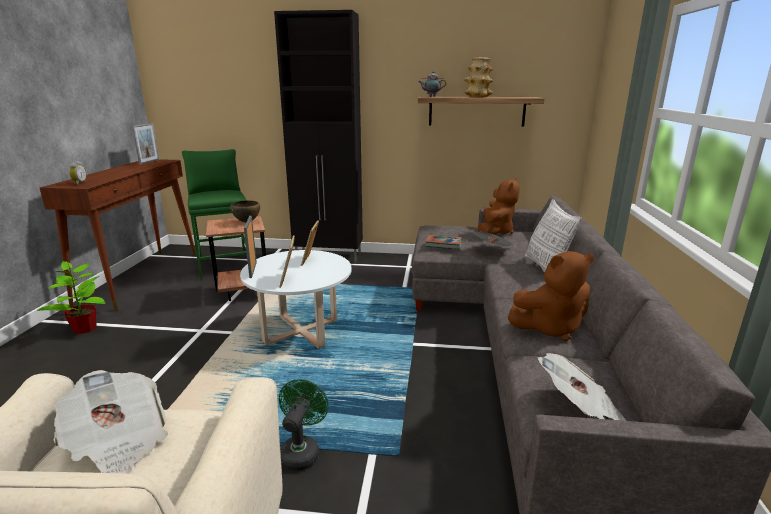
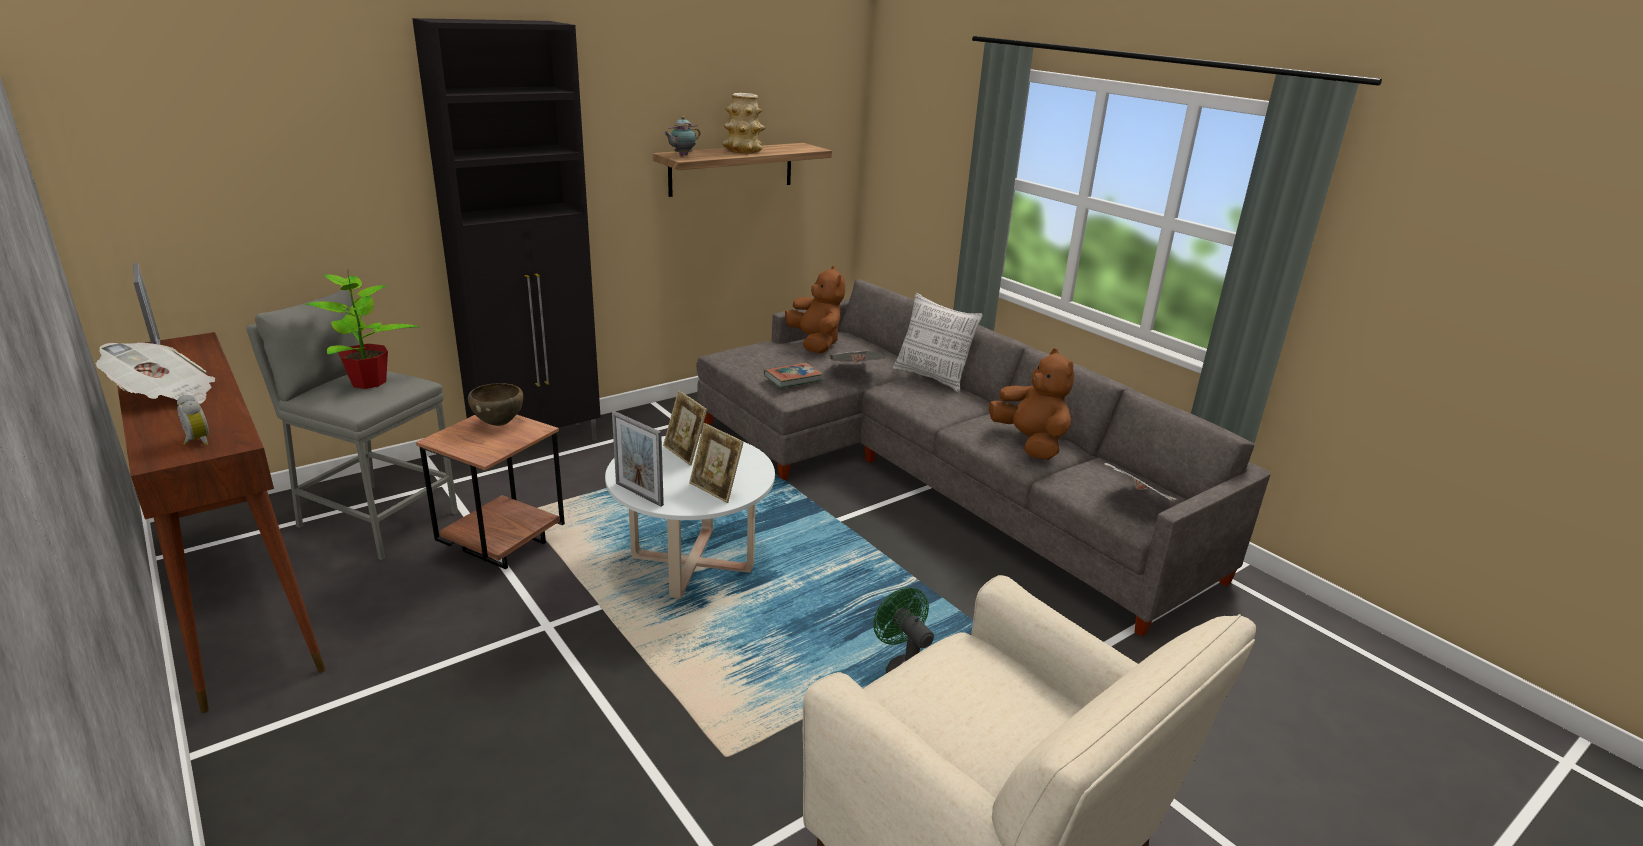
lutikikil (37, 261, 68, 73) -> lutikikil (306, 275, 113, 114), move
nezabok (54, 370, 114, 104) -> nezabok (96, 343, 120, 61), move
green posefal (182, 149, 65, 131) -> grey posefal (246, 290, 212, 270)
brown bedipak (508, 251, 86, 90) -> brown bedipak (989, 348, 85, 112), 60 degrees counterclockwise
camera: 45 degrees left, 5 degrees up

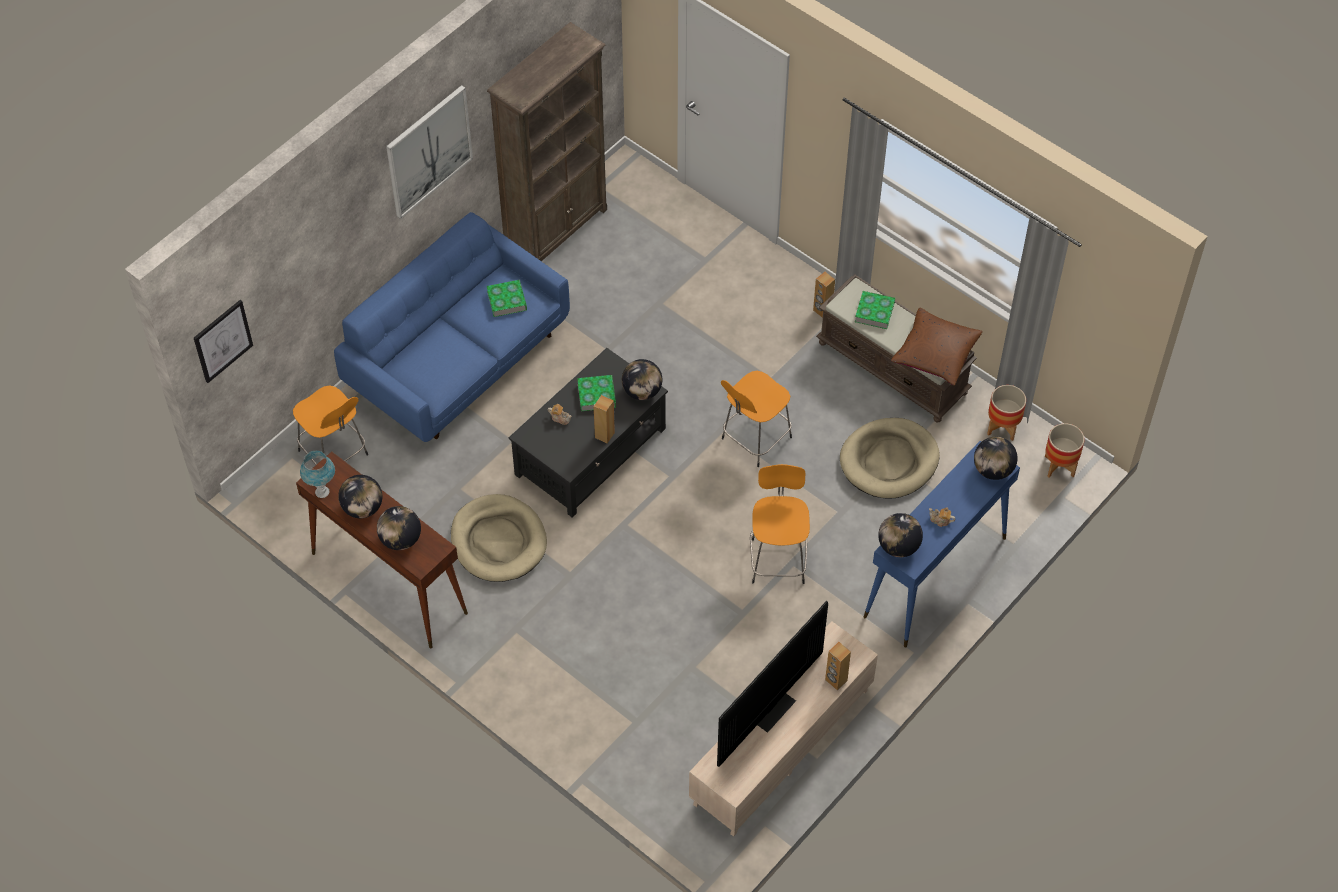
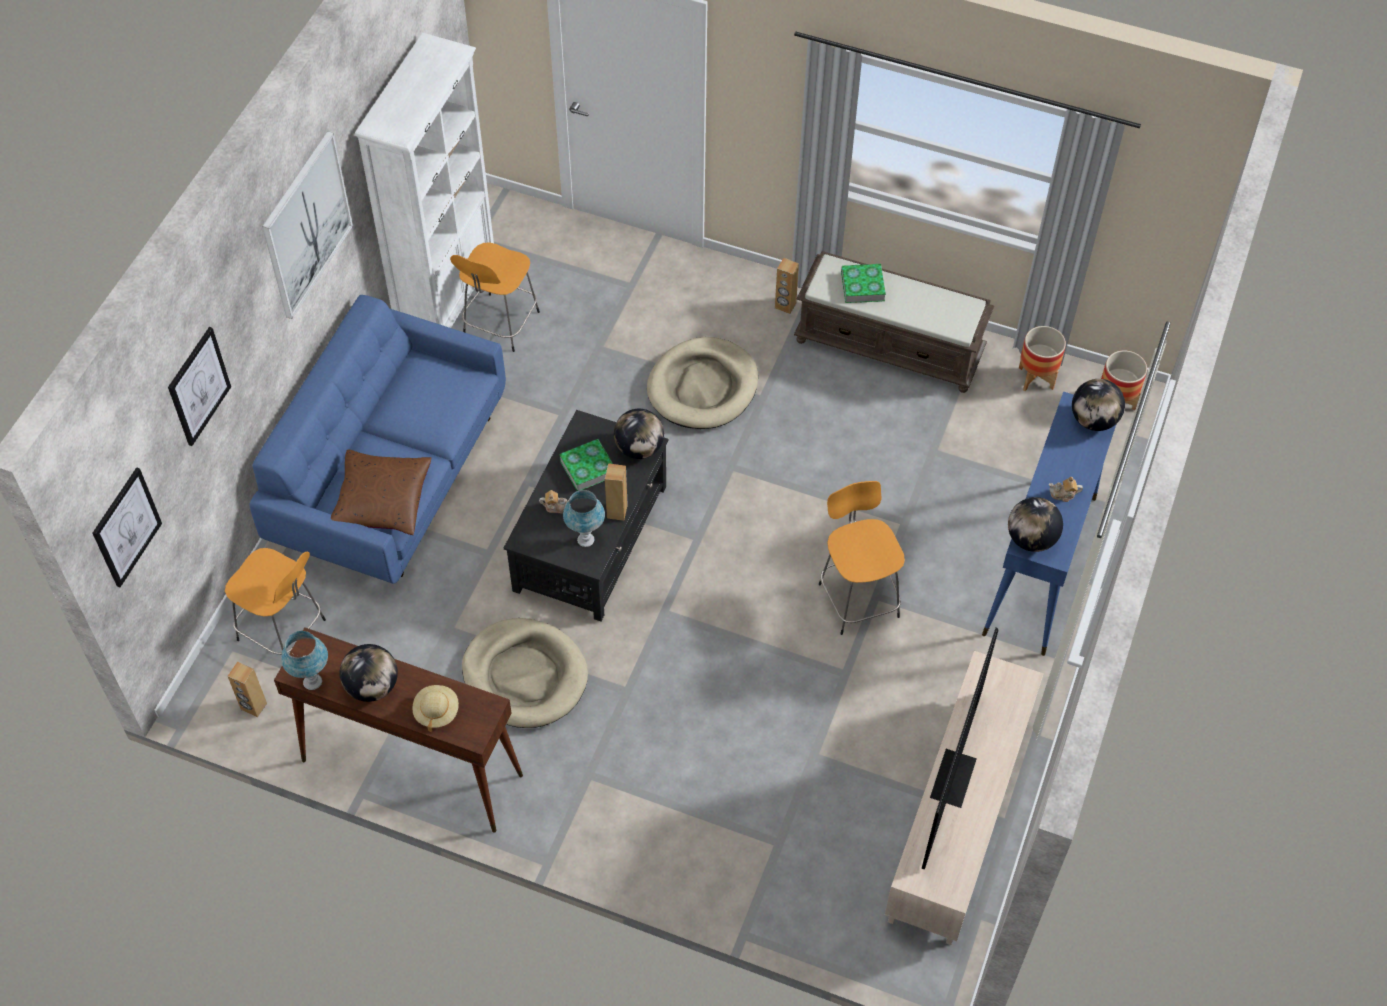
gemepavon (487, 280, 40, 37) -> none
none -> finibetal (168, 327, 63, 119)
none -> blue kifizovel (563, 490, 42, 57)
orange posefal (721, 371, 71, 96) -> orange posefal (450, 242, 90, 110), move
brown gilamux (825, 642, 26, 48) -> brown gilamux (228, 662, 39, 55), move
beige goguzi (840, 418, 100, 81) -> beige goguzi (647, 337, 111, 92), move
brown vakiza (891, 308, 92, 78) -> brown vakiza (331, 449, 100, 86), move
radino (377, 506, 44, 44) -> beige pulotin (412, 685, 47, 47)
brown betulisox (487, 22, 120, 239) -> white betulisox (355, 33, 139, 295)
camera: 20 degrees left, 0 degrees up

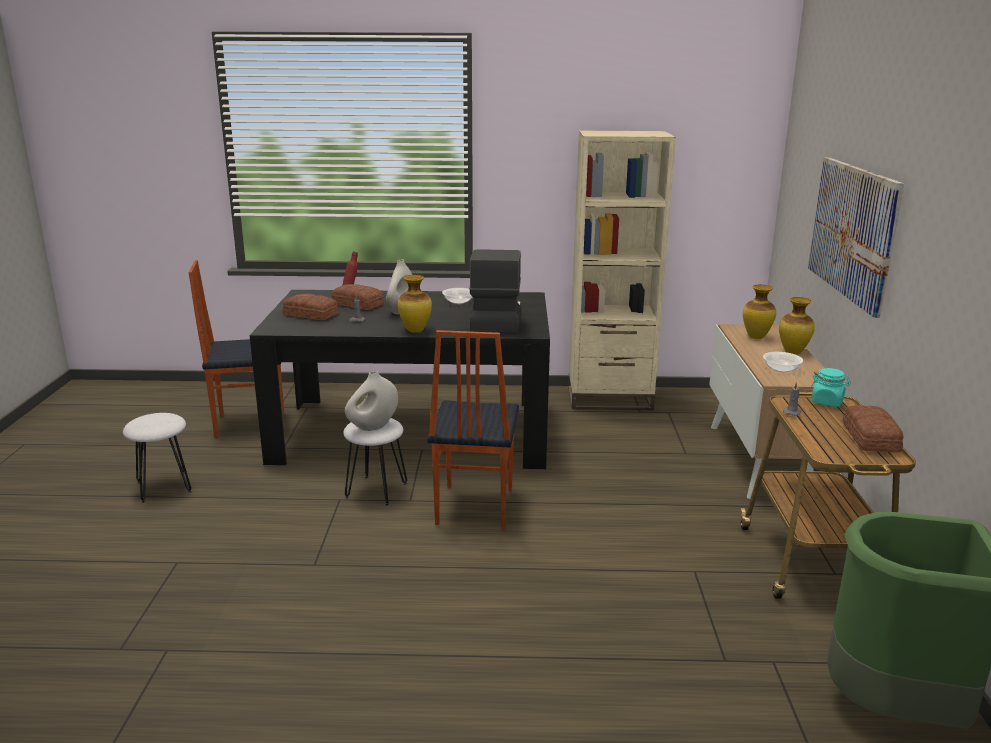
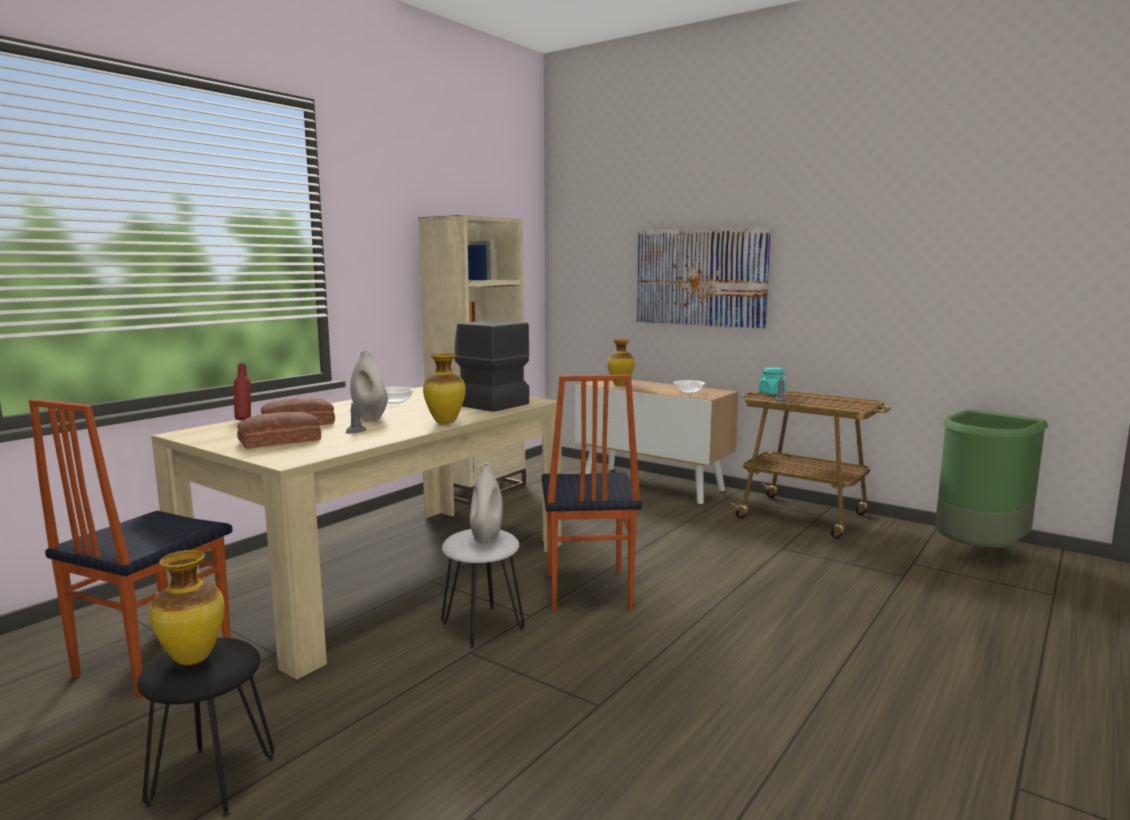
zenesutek (842, 405, 61, 47) -> none
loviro (779, 297, 36, 57) -> loviro (150, 550, 75, 115), move
white posefal (123, 413, 69, 90) -> black posefal (137, 638, 138, 179)
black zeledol (249, 290, 301, 179) -> beige zeledol (151, 387, 410, 293)
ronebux (427, 330, 92, 199) -> ronebux (542, 375, 100, 237), 45 degrees clockwise
camera: 55 degrees left, 10 degrees down

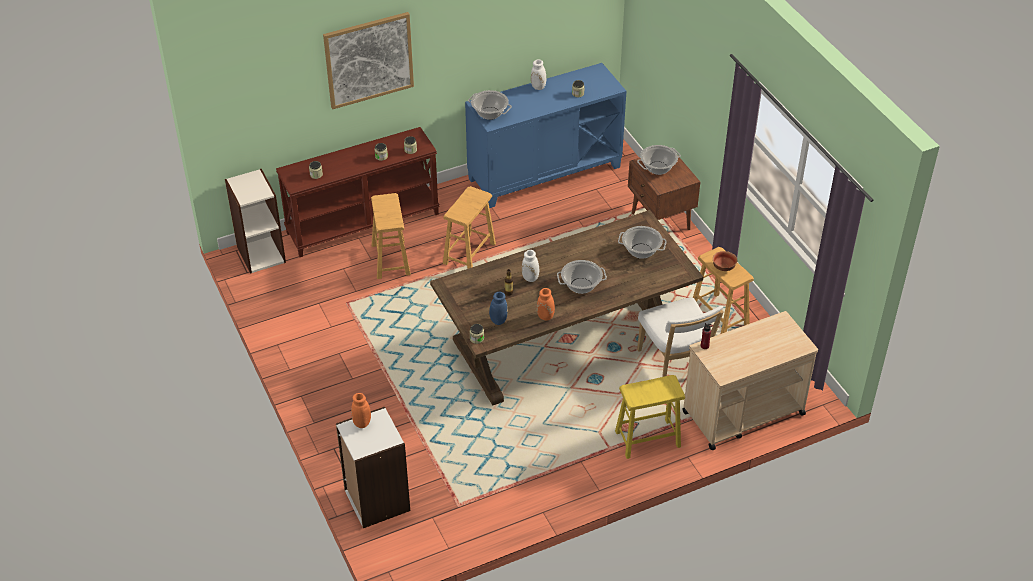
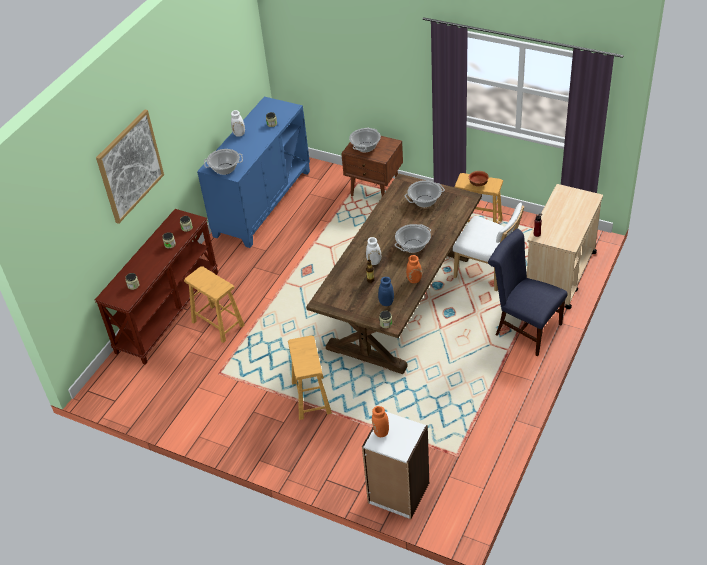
betulisox (225, 169, 61, 105) -> none
brown posefal (443, 186, 53, 83) -> brown posefal (288, 335, 44, 85), move
yellow posefal (615, 375, 70, 84) -> blue ronebux (488, 228, 80, 128)
camera: 35 degrees left, 0 degrees up

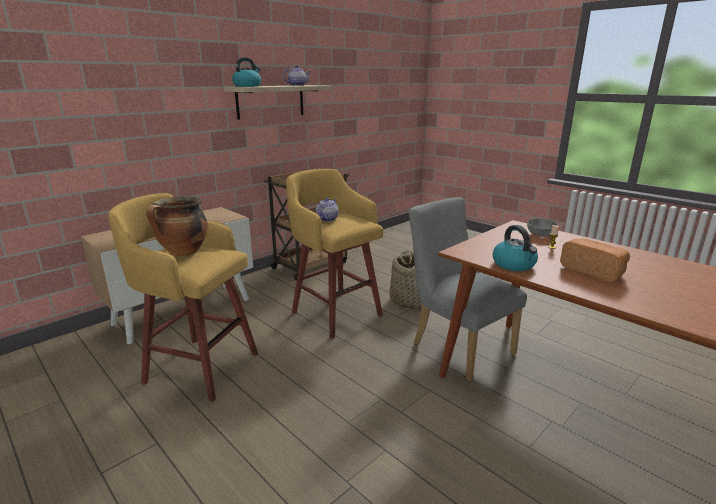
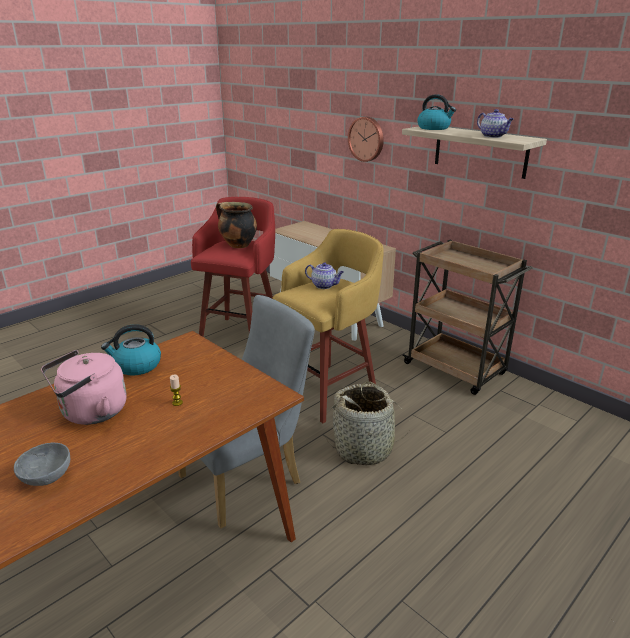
none -> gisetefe (348, 117, 36, 45)
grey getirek (527, 218, 31, 19) -> grey getirek (14, 443, 56, 43), move
zenesutek (560, 238, 70, 44) -> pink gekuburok (41, 350, 86, 75)
yellow posefal (109, 193, 149, 209) -> red posefal (191, 197, 84, 140)
camera: 90 degrees right, 5 degrees up

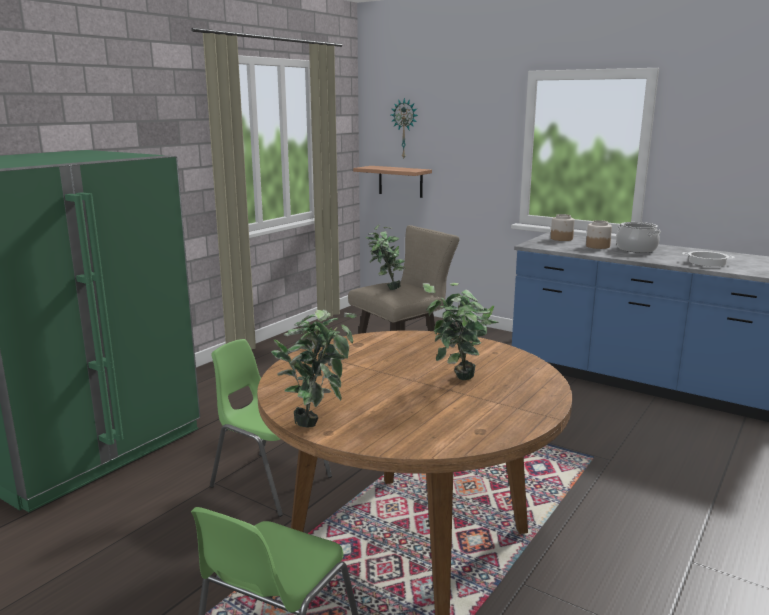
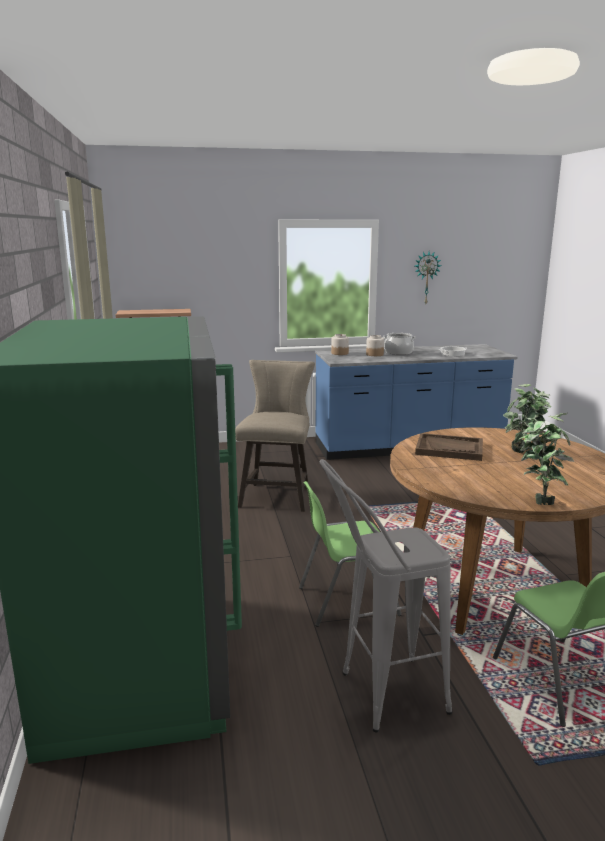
lutikikil (365, 224, 41, 66) -> none
none -> grey posefal (319, 459, 133, 273)
none -> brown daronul (415, 433, 68, 28)
gisetefe (391, 98, 27, 62) -> gisetefe (415, 252, 26, 52), move
camera: 45 degrees left, 0 degrees up

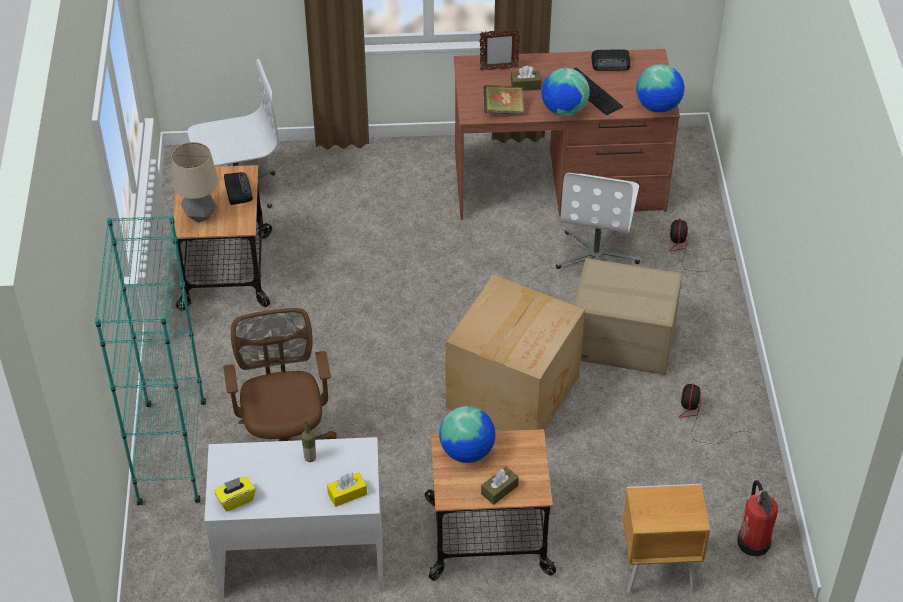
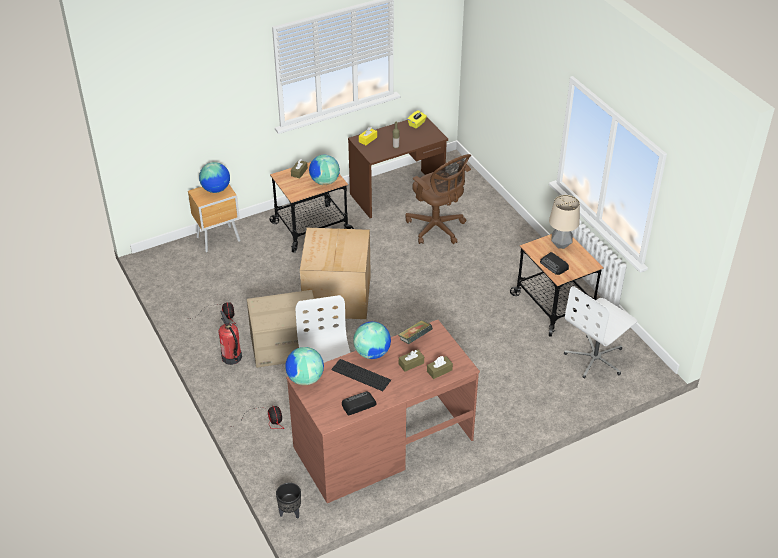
turquoise betulisox (95, 215, 111, 290) -> none
none -> radino (199, 162, 31, 31)
none -> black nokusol (276, 483, 25, 36)
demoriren (737, 480, 41, 77) -> demoriren (218, 310, 24, 55), move
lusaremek (480, 28, 40, 43) -> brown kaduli (427, 356, 26, 23)
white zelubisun (204, 437, 180, 161) -> brown zelubisun (348, 117, 100, 101)
camera: 155 degrees right, 5 degrees down

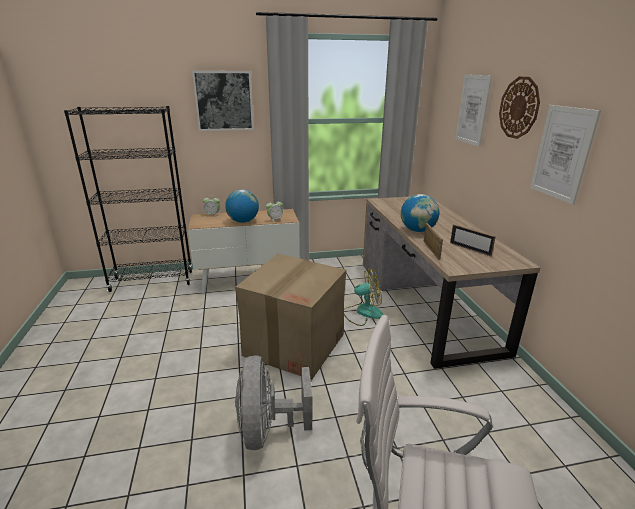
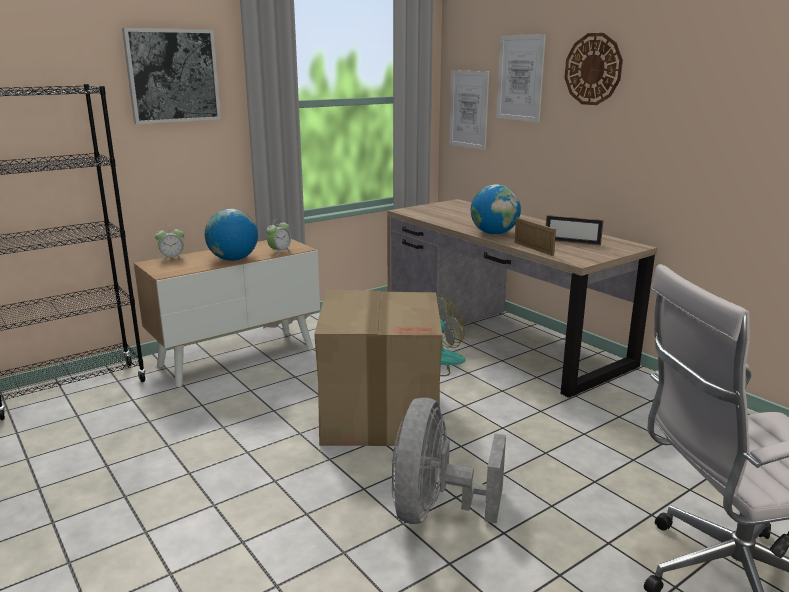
finibetal (530, 105, 71, 100) -> finibetal (449, 70, 40, 80), move
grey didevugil (235, 355, 77, 95) -> grey didevugil (392, 398, 114, 126), 45 degrees clockwise
camera: 25 degrees left, 5 degrees down

